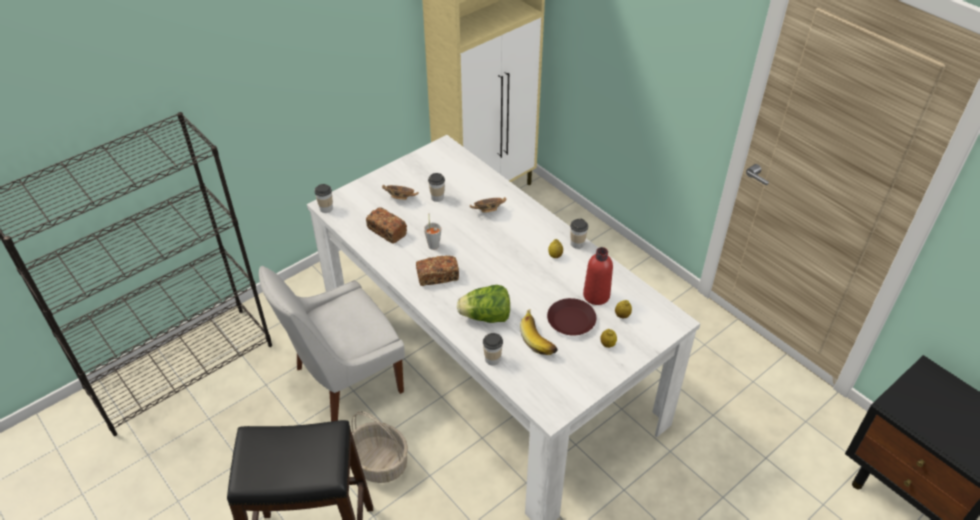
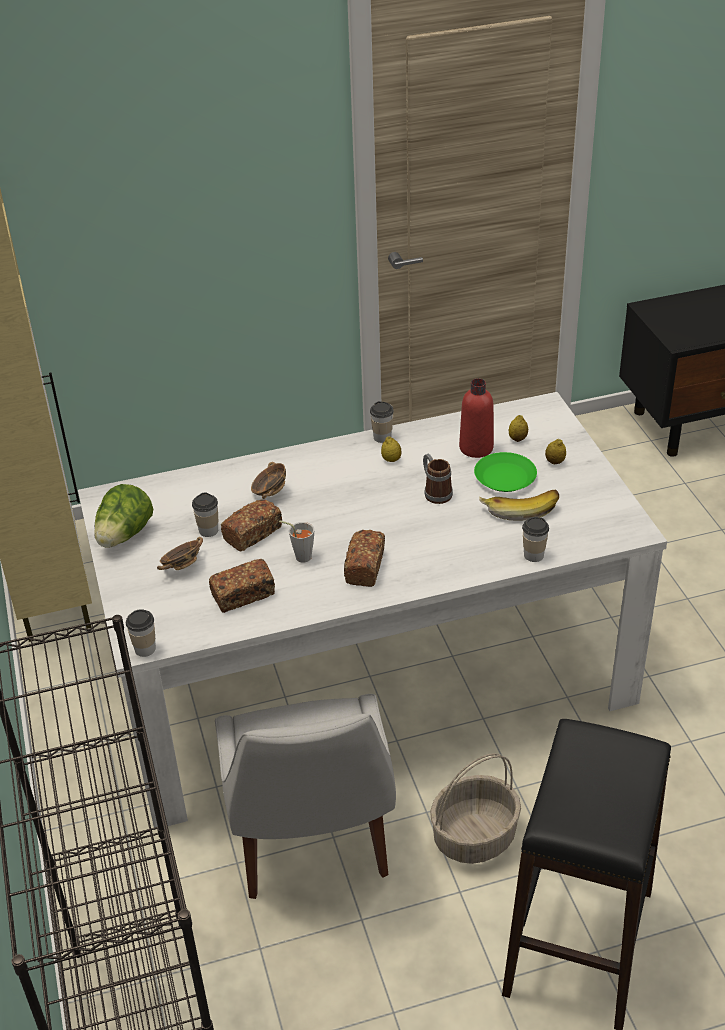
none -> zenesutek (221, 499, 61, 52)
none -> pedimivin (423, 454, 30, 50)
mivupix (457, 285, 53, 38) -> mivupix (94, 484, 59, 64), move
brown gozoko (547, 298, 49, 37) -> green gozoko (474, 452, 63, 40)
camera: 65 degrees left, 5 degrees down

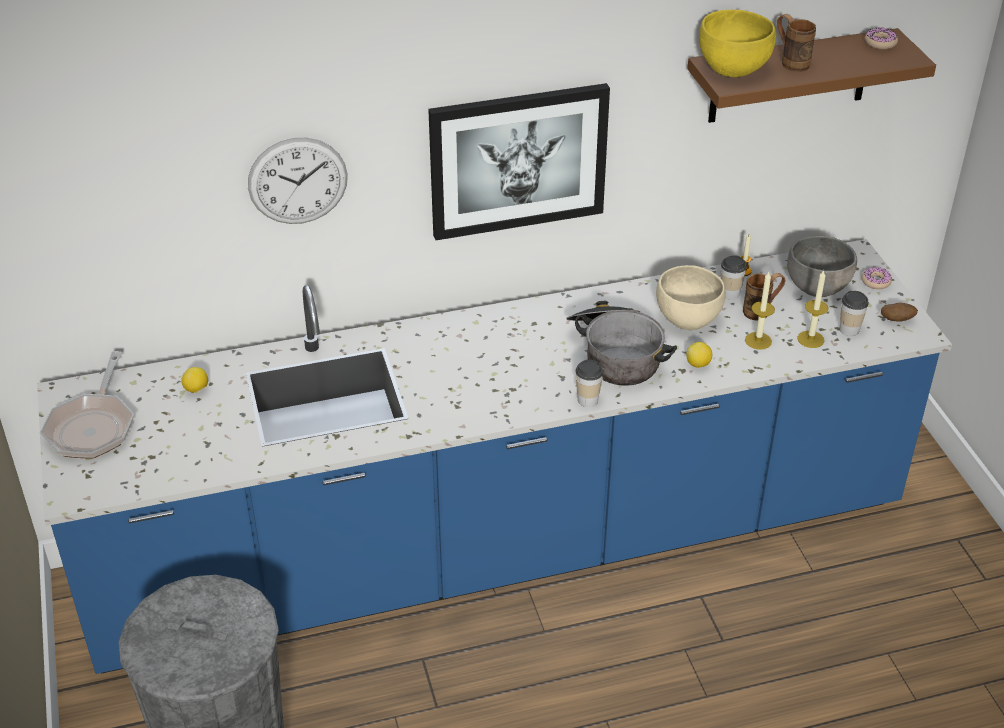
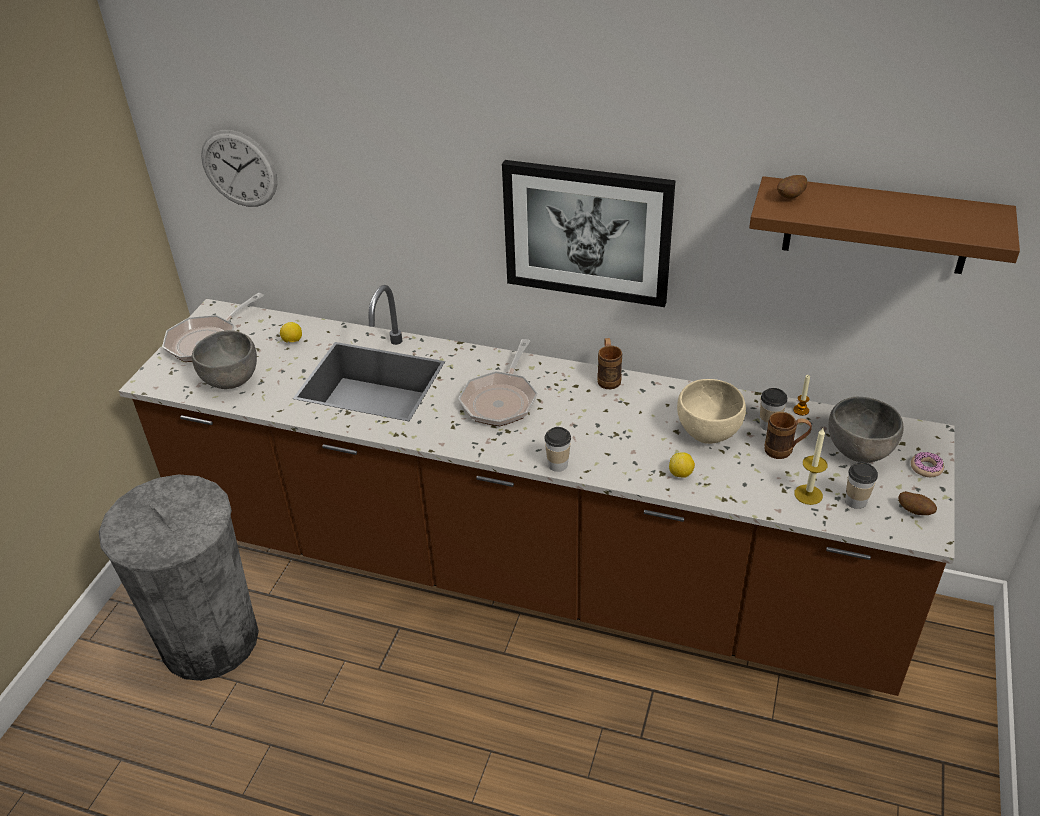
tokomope (566, 301, 111, 85) -> none
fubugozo (745, 272, 30, 78) -> none
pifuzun (865, 27, 33, 22) -> none
none -> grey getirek (192, 330, 65, 59)
none -> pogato (458, 339, 79, 87)
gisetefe (248, 138, 100, 86) -> gisetefe (201, 130, 77, 77), move
brown pedimivin (777, 14, 39, 58) -> brown pedimivin (597, 338, 25, 51), move
yellow getirek (699, 10, 77, 67) -> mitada (777, 175, 30, 24)
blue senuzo (37, 239, 915, 435) -> brown senuzo (119, 285, 835, 411)
camera: 35 degrees right, 0 degrees up

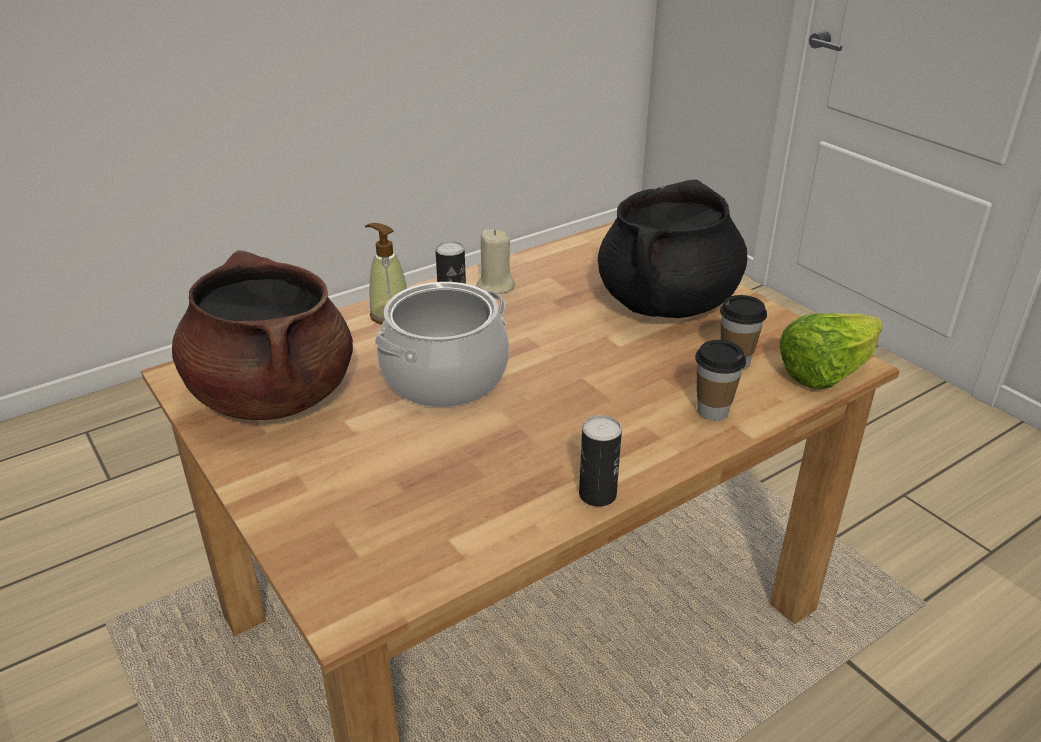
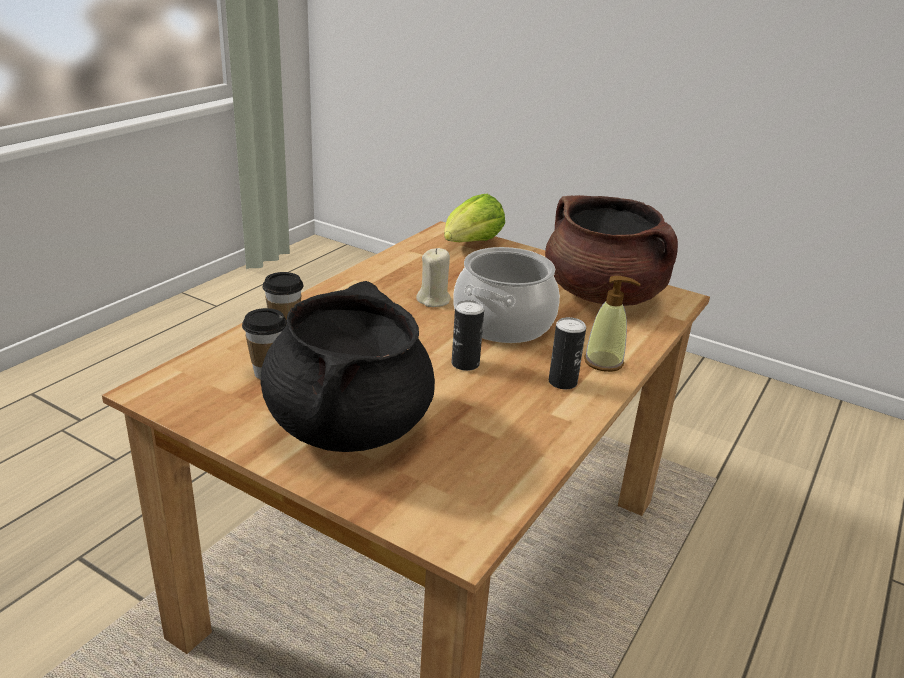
beige fubugozo (476, 229, 39, 65) -> beige fubugozo (416, 248, 35, 59), move
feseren (579, 415, 43, 92) -> feseren (452, 300, 32, 71), move
mivupix (779, 313, 104, 76) -> mivupix (444, 194, 61, 48), move
camera: 155 degrees right, 5 degrees down

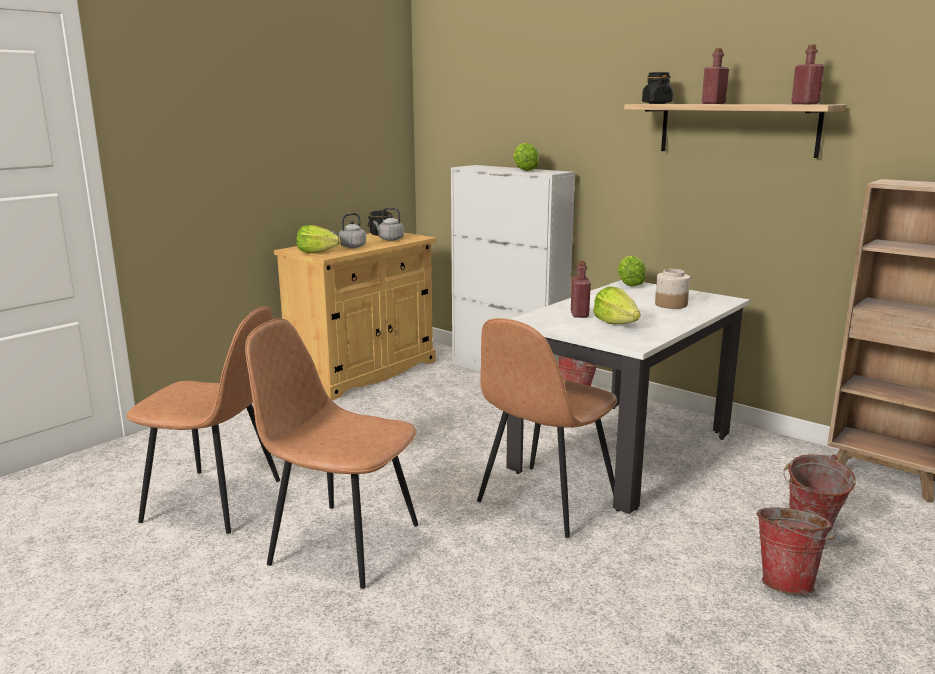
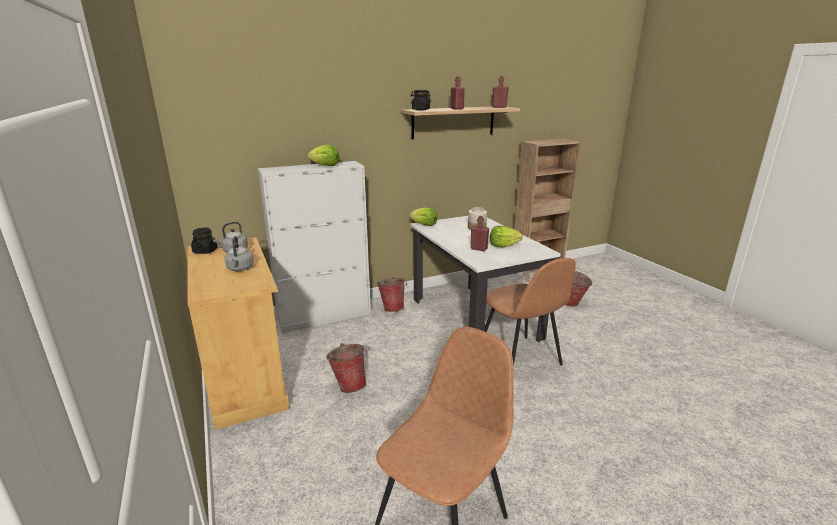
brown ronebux (245, 318, 173, 271) -> none
mivupix (296, 225, 44, 28) -> none
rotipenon (757, 507, 78, 88) -> rotipenon (326, 343, 41, 50), move
camera: 65 degrees left, 5 degrees up

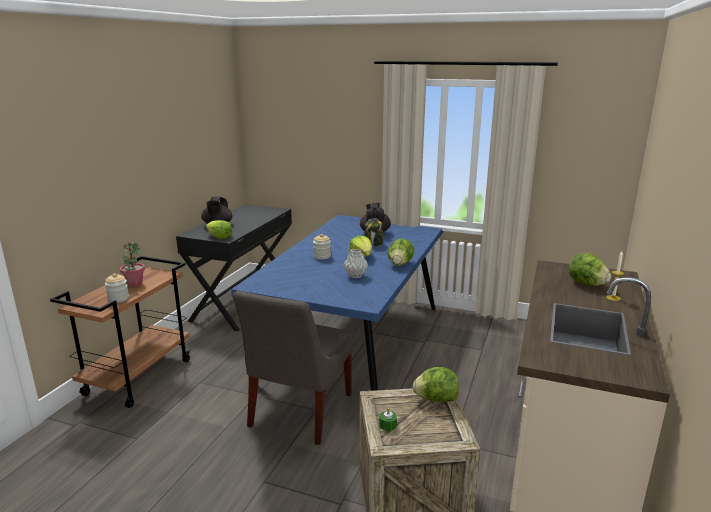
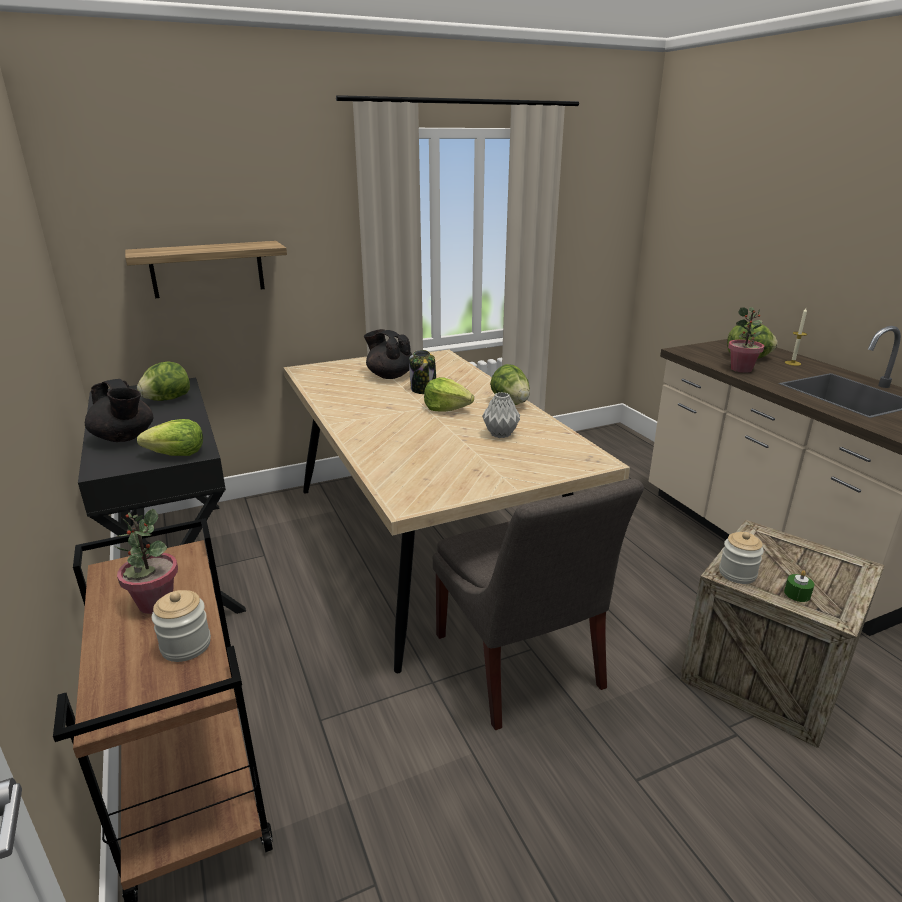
none -> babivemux (125, 241, 162, 57)
none -> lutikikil (728, 307, 36, 66)
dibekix (313, 234, 18, 26) -> dibekix (719, 532, 45, 52), move
mivupix (413, 367, 46, 35) -> mivupix (137, 362, 53, 39), move
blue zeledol (231, 215, 213, 176) -> beige zeledol (283, 350, 347, 323)
camera: 45 degrees left, 5 degrees up

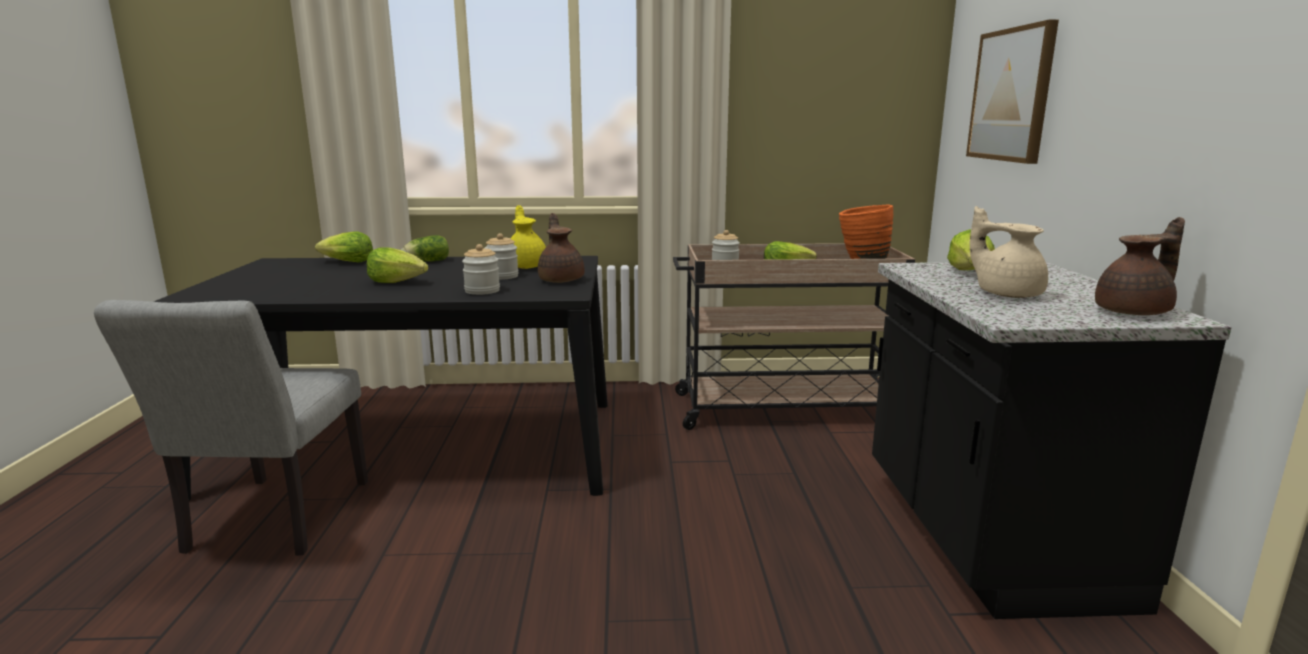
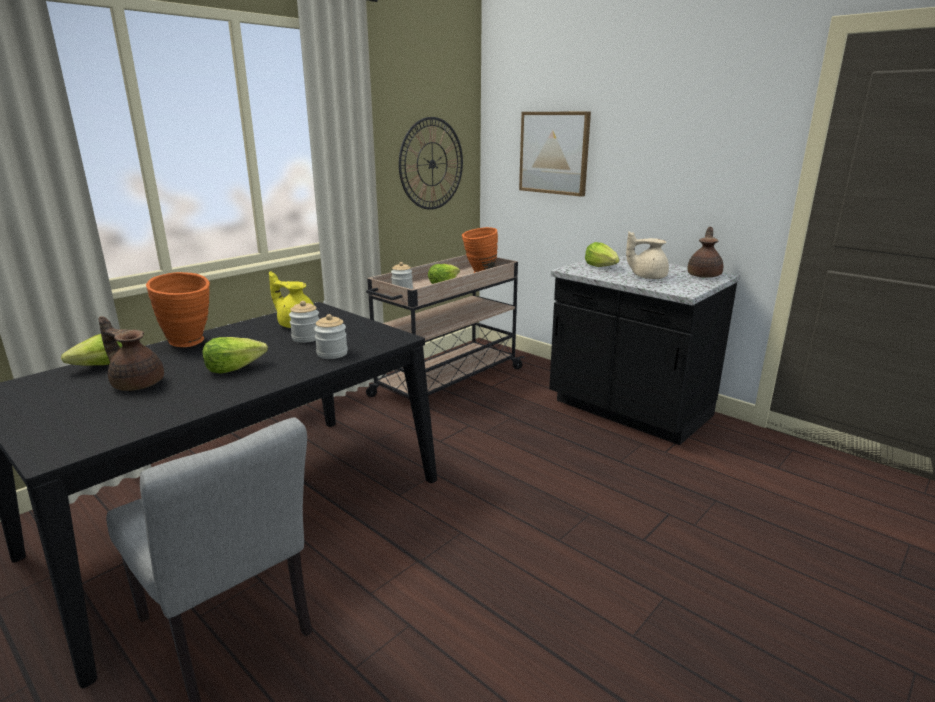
none -> gisetefe (399, 117, 64, 93)
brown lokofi (538, 213, 47, 70) -> brown lokofi (99, 316, 65, 75), move
mivupix (401, 235, 48, 27) -> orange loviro (146, 272, 64, 75)
camera: 45 degrees left, 5 degrees up

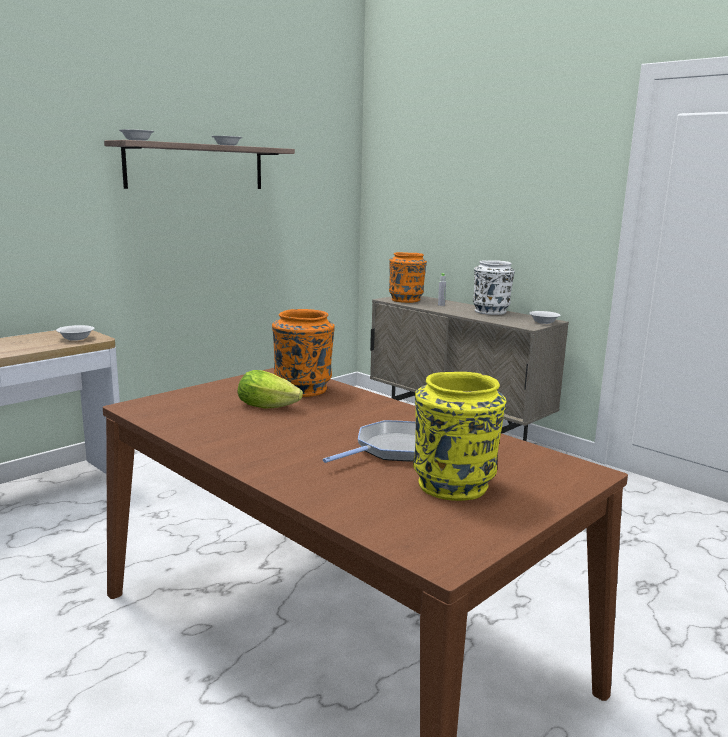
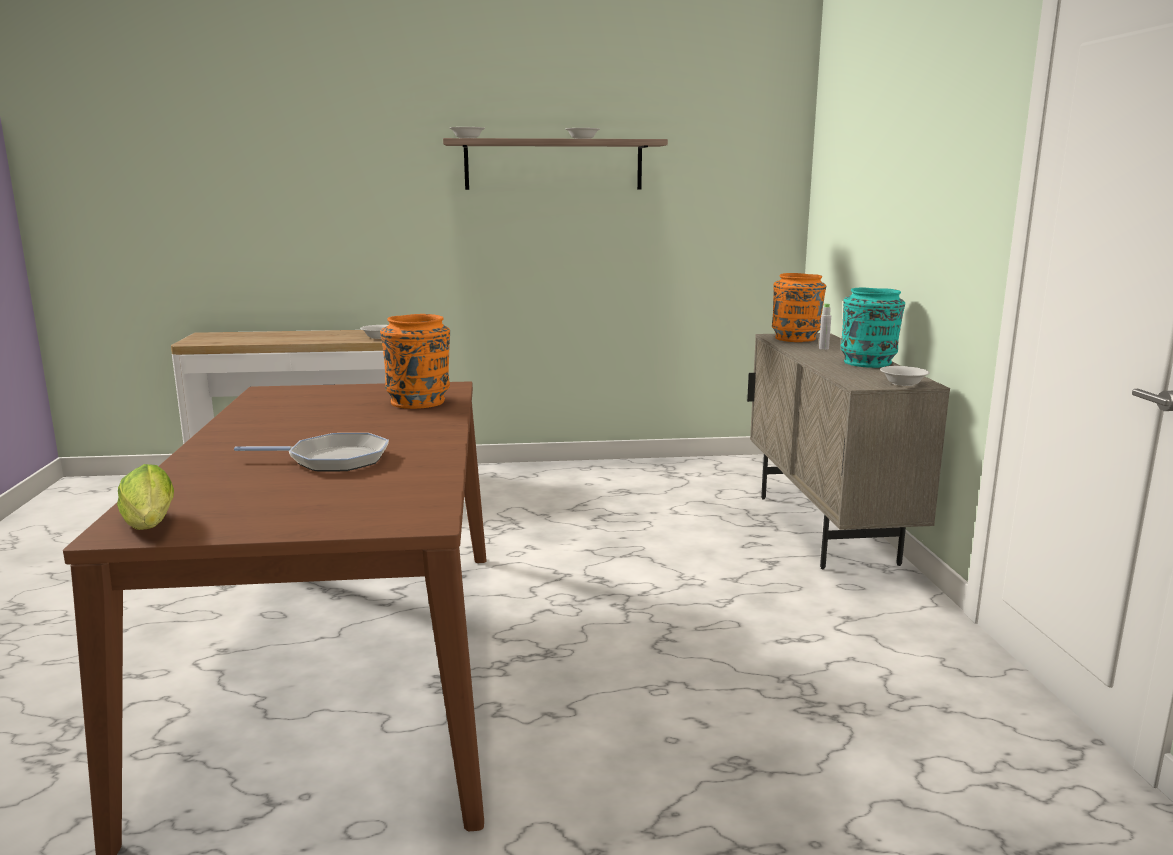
yellow loviro (413, 372, 93, 129) -> none
mivupix (237, 370, 66, 38) -> mivupix (117, 464, 57, 66), move
white loviro (473, 260, 42, 55) -> turquoise loviro (841, 288, 64, 80)
camera: 40 degrees right, 0 degrees up

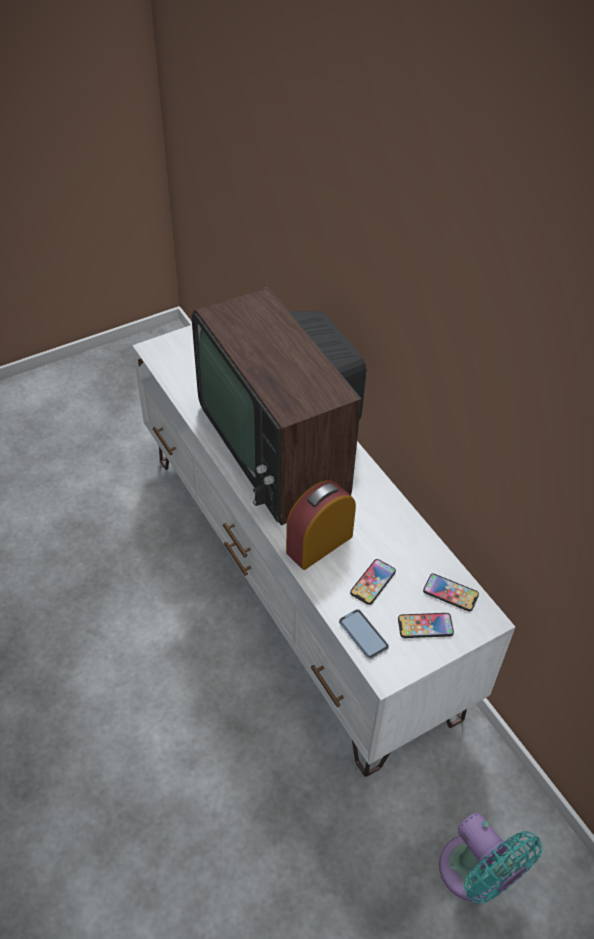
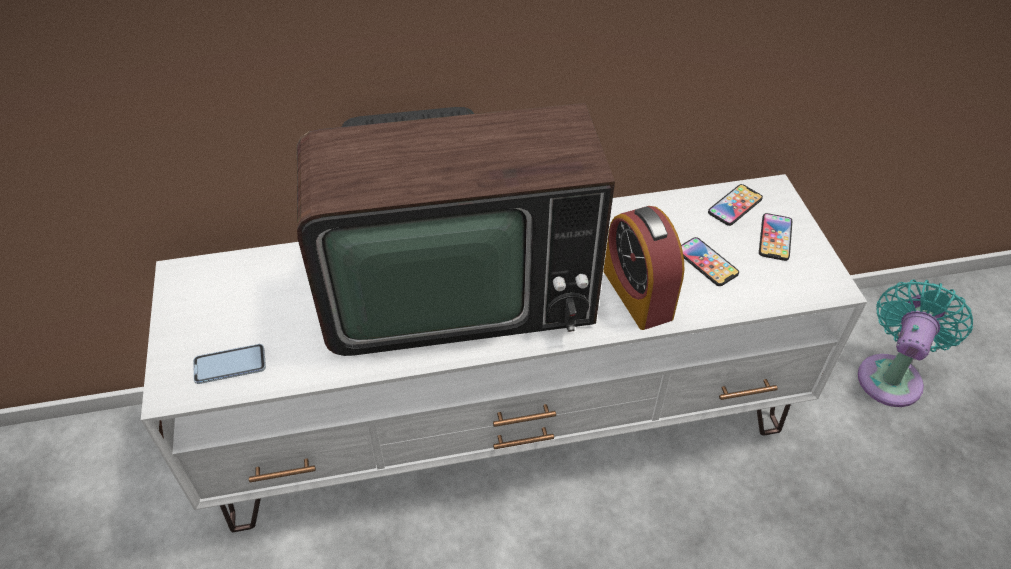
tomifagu (339, 609, 50, 50) -> tomifagu (193, 344, 73, 40), move
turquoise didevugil (439, 813, 103, 91) -> turquoise didevugil (858, 279, 115, 128), 45 degrees counterclockwise
camera: 70 degrees left, 0 degrees up

